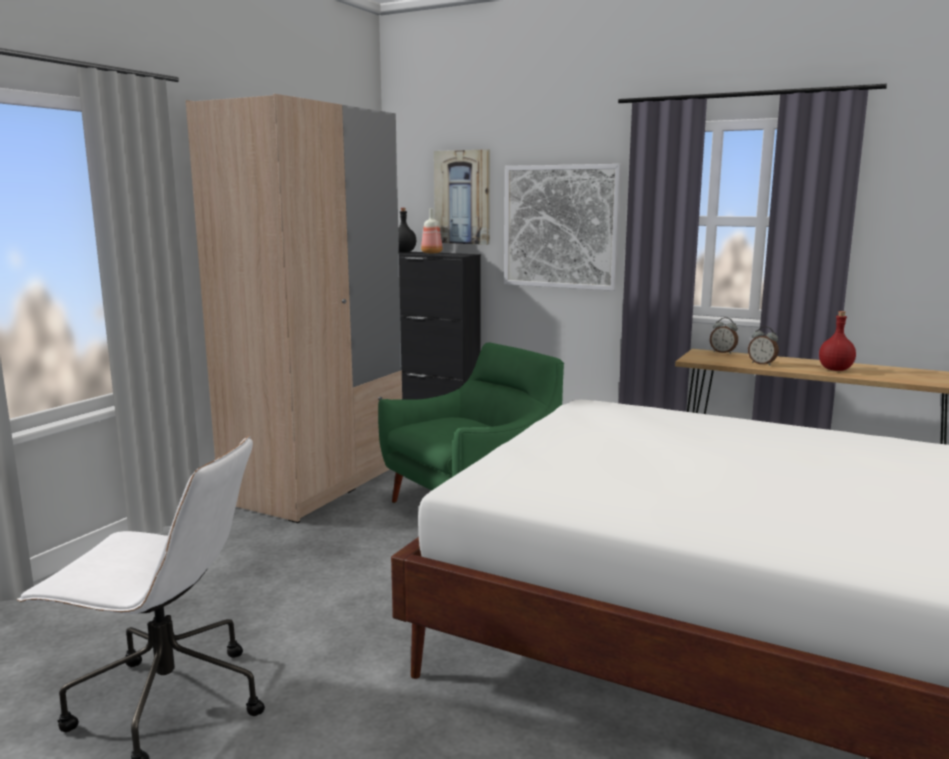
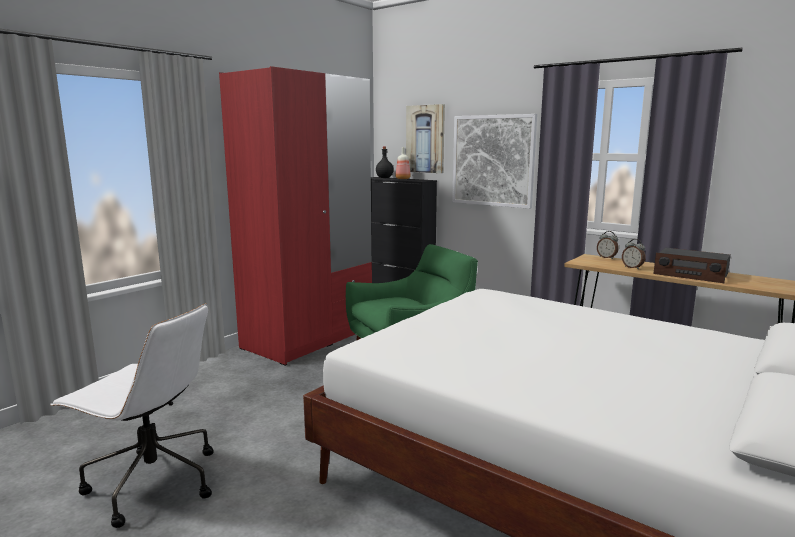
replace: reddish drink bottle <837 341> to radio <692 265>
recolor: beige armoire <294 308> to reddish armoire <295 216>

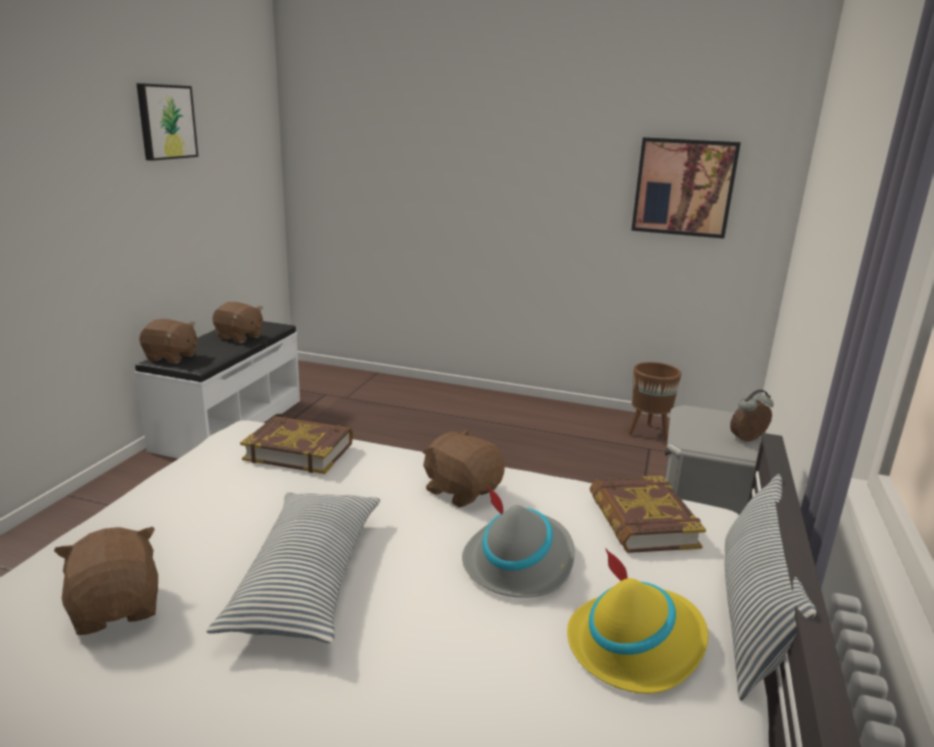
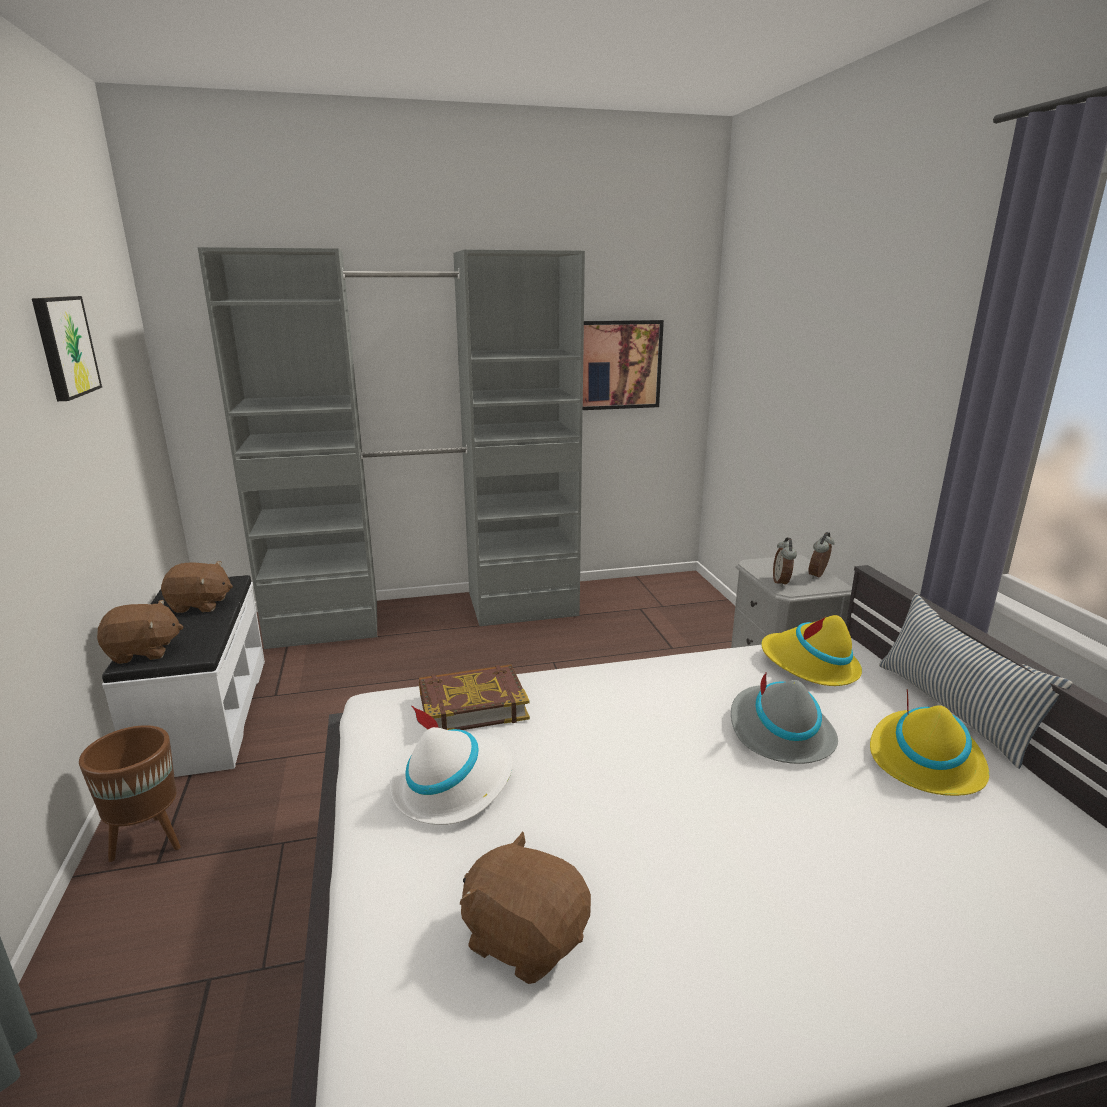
delete: cushion <293 568>; brownish plush toy <464 468>
insert: gray armoire <391 448>; white-coloured hat <451 765>; alarm clock <785 562>
move: brownish plant pot <655 401> to <130 793>
replace: book <648 514> to yellow hat <811 650>

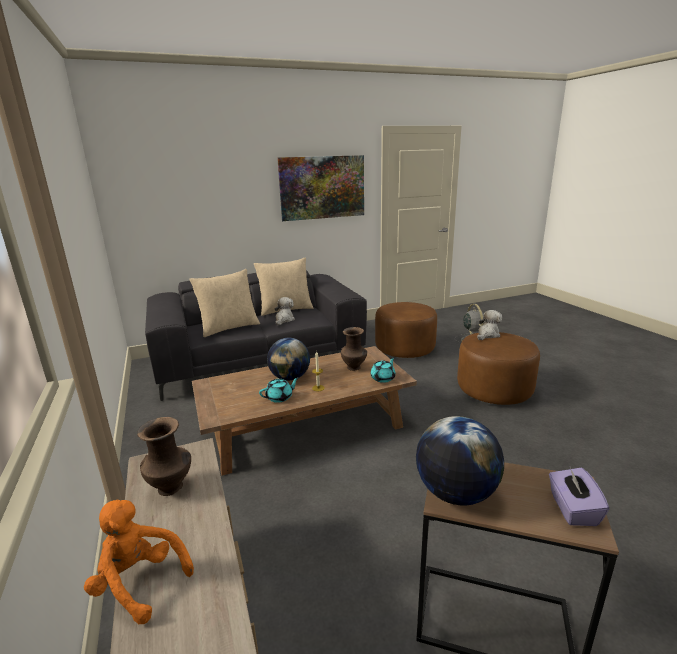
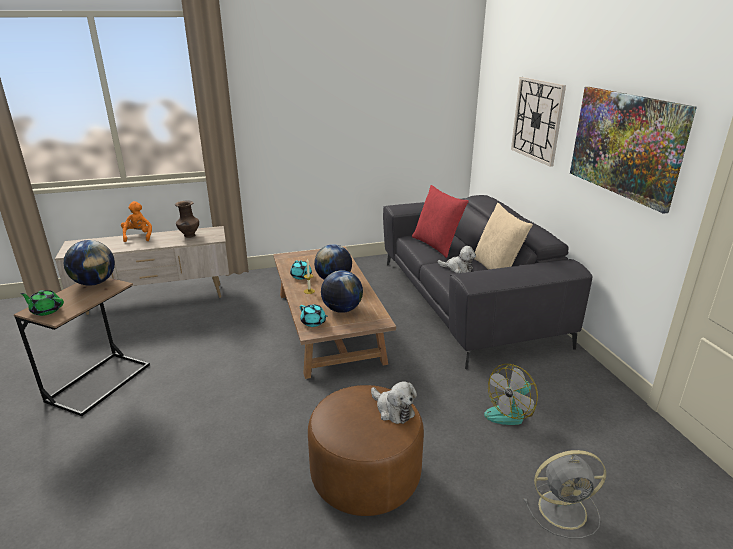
insert: clock on the wall <538 122>
replace: brownish flower vase <354 349> to globe <342 291>; brownish ottoman <406 330> to electric fan <511 394>; purple-coloured box of tissues <579 496> to green-coloured tea pot <42 303>
recolor: beige cushion <224 303> to reddish cushion <440 221>
rotate: orange-coloured plush toy <139 562> = <136 221> 45 degrees counterclockwise

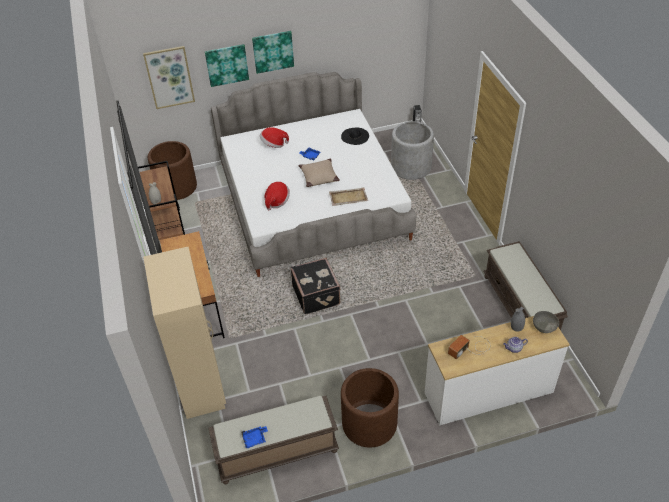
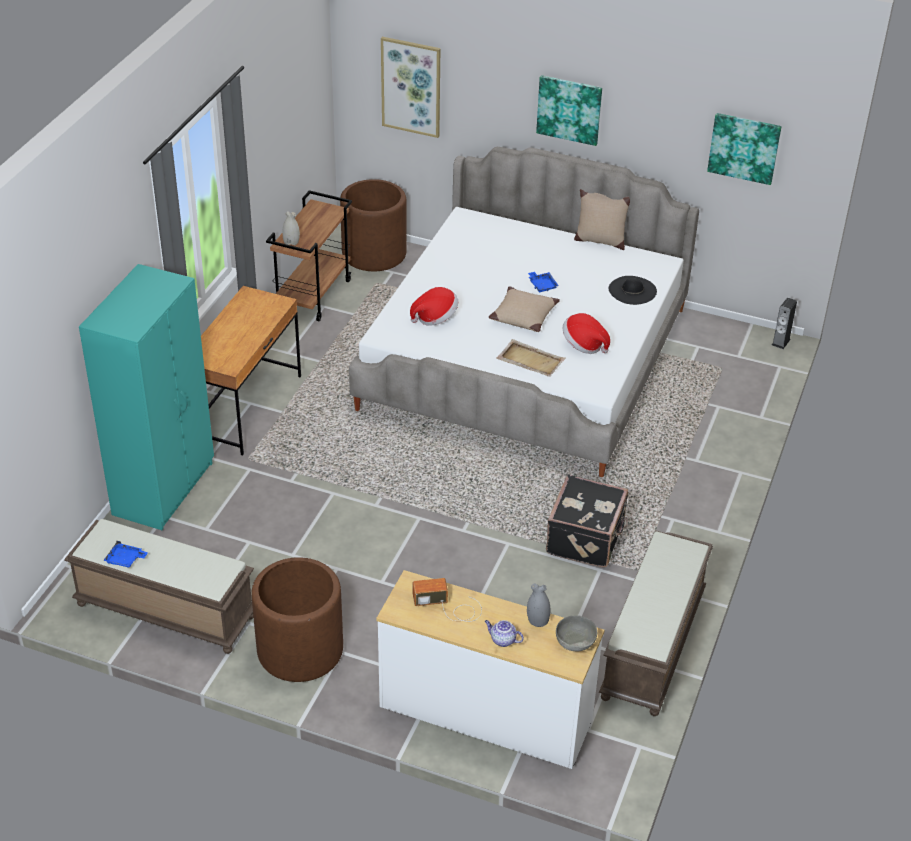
delete: gray plant pot <412 150>
insert: beige cushion <602 219>
move: wall art <227 65> to <744 149>; hat <274 137> to <586 333>; blackish travel case <315 286> to <587 520>
recolor: beige armoire <184 333> to blue-green armoire <146 397>

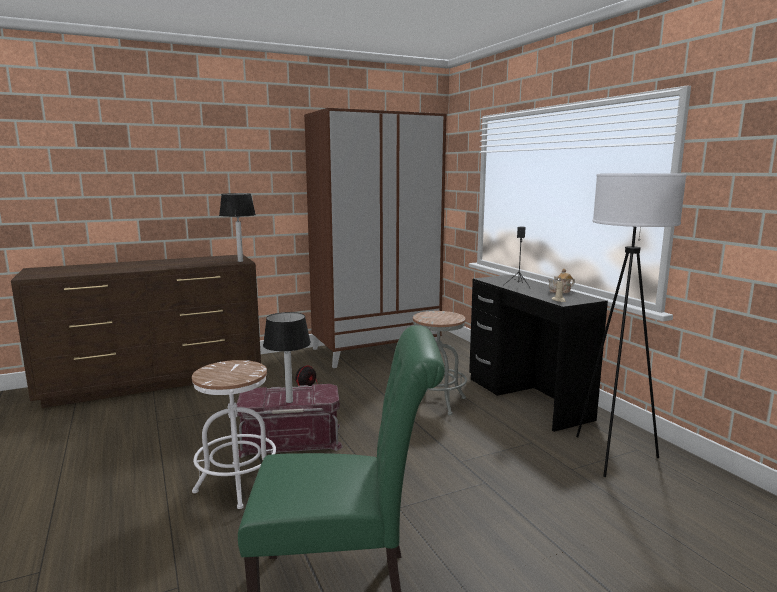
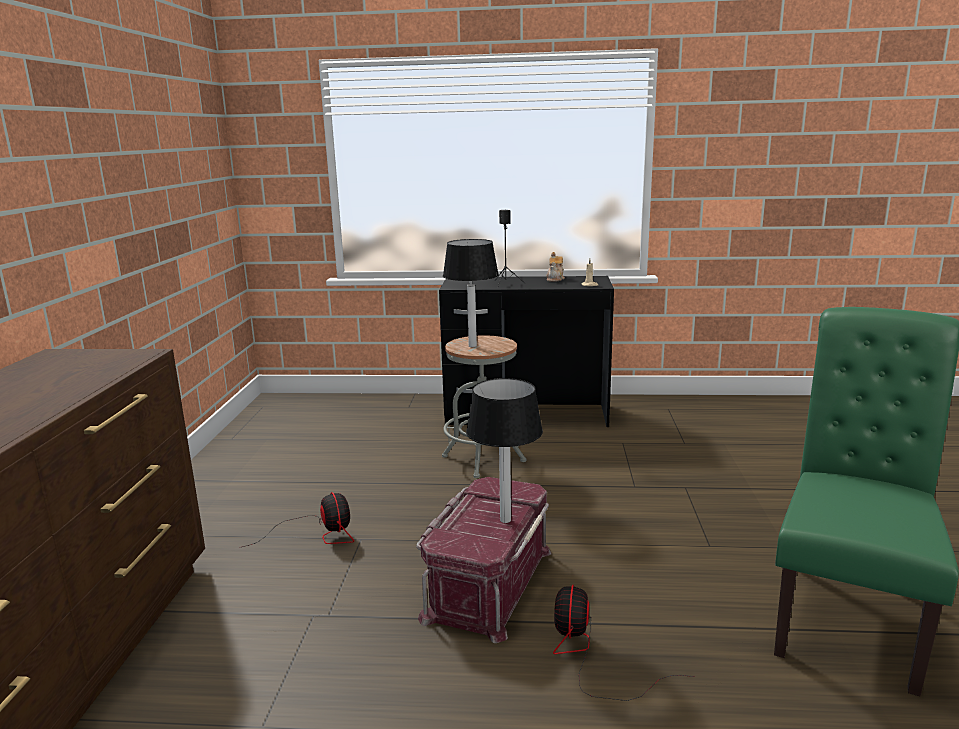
delete: brownish armoire <375 238>; white-coloured floor lamp <631 325>
move: table lamp <237 227> to <471 293>
replace: white-coloured stool <234 434> to electric fan <624 643>

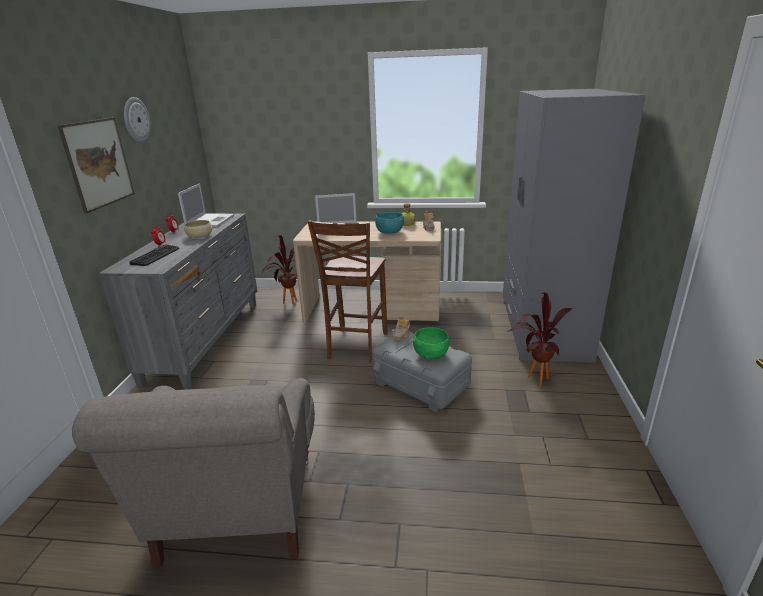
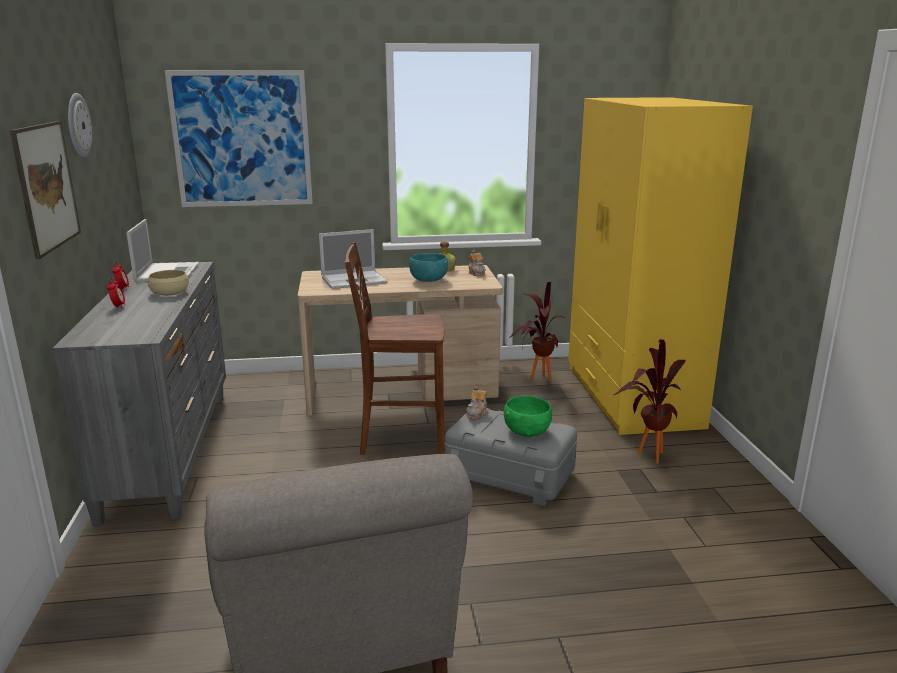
delete: keyboard <154 255>
insert: wall art <239 138>
move: plant in a pot <279 271> to <537 332>
recolor: gray armoire <574 226> to yellow armoire <660 266>
rotate: brownish upright chair <348 291> = <394 348> 90 degrees clockwise

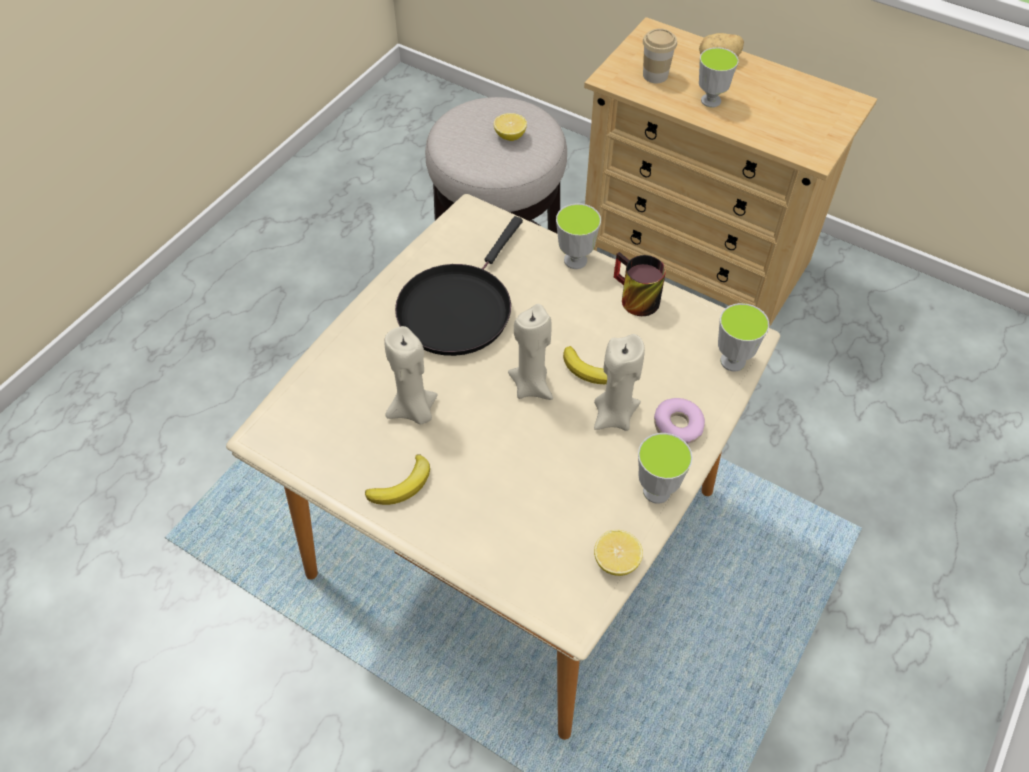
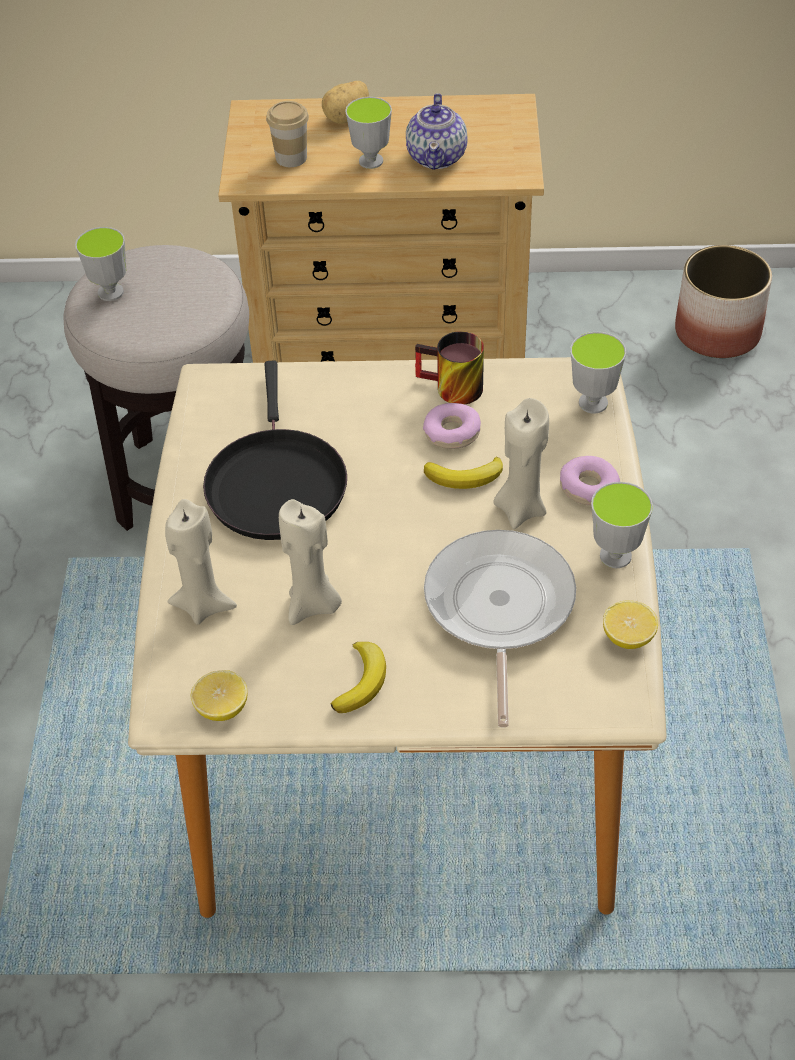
insert: tea pot <437 131>; donut <452 426>; pan <500 628>; plant pot <723 301>
move: whole lemon <510 127> to <219 695>; beige wax light <530 352> to <201 562>; drinking cup <578 236> to <100 264>

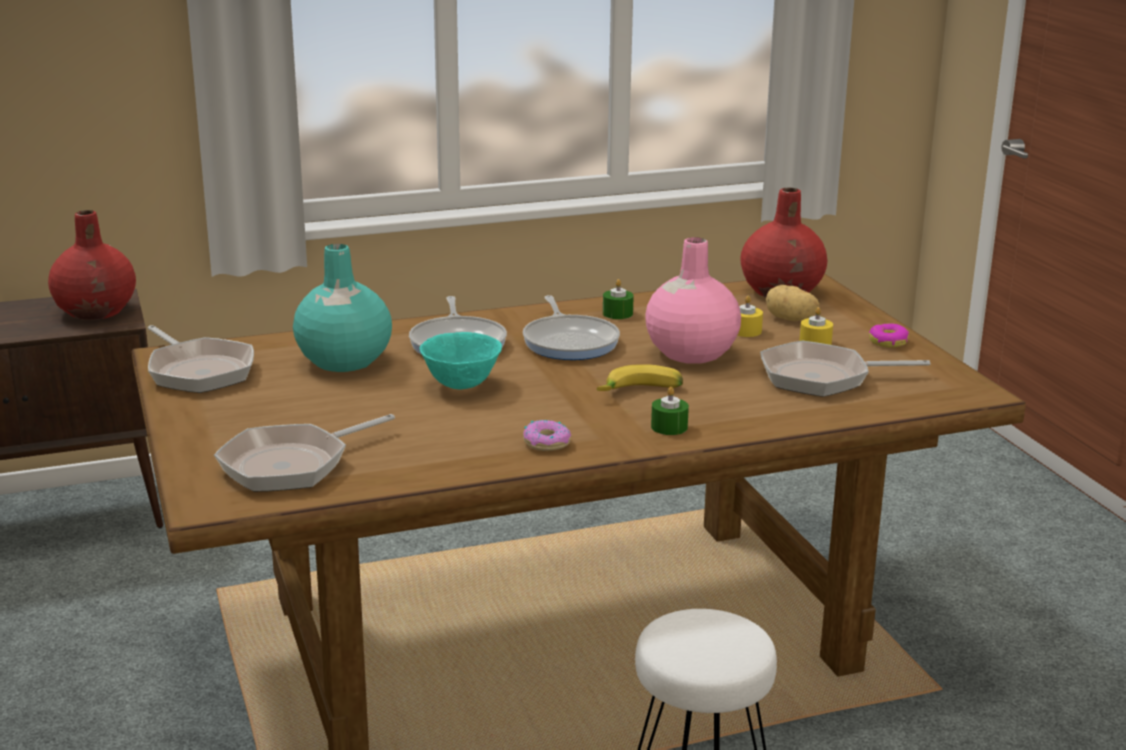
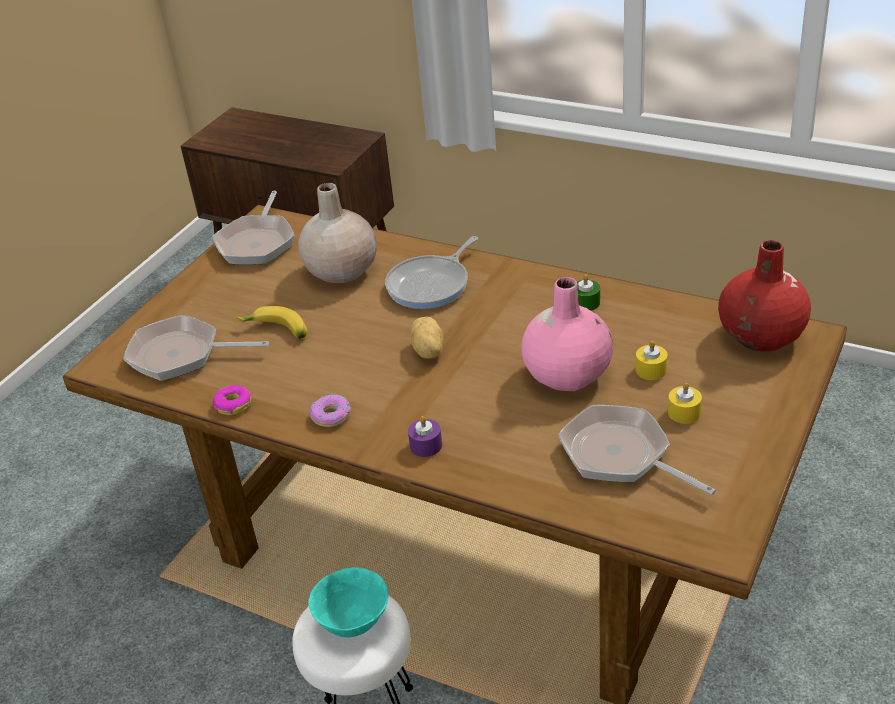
delete: reddish flower vase <92 265>; pan <571 327>
move: blue-green serving bowl <460 360> to <348 602>; whole banana <640 377> to <271 322>; whole potato <792 303> to <426 338>; donut <889 335> to <232 400>
recolor: blue-green flower vase <342 308> to beige flower vase <337 233>; green-coloured wax light <670 411> to purple-coloured wax light <425 436>

